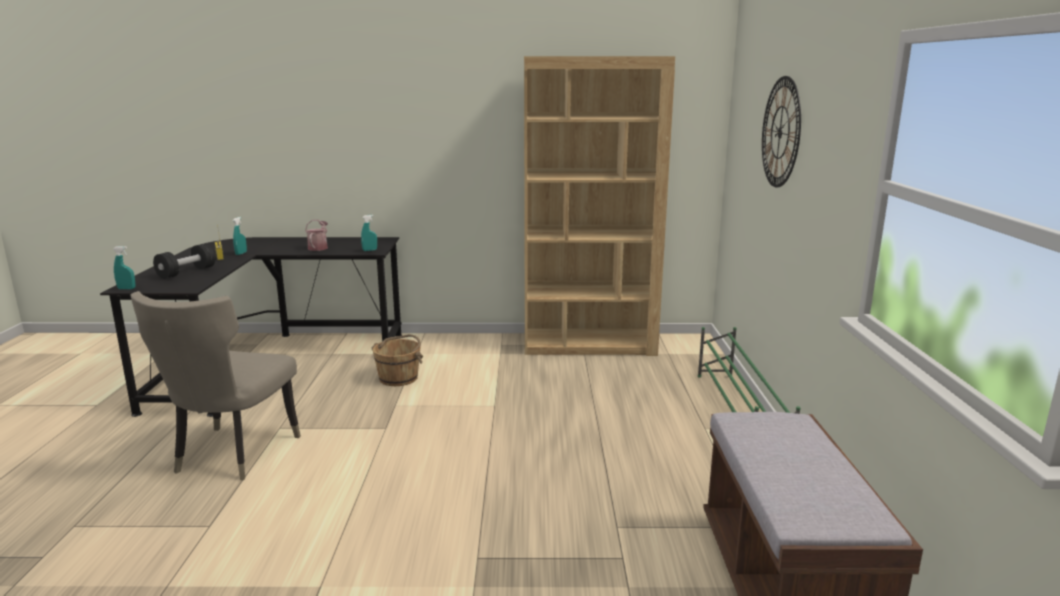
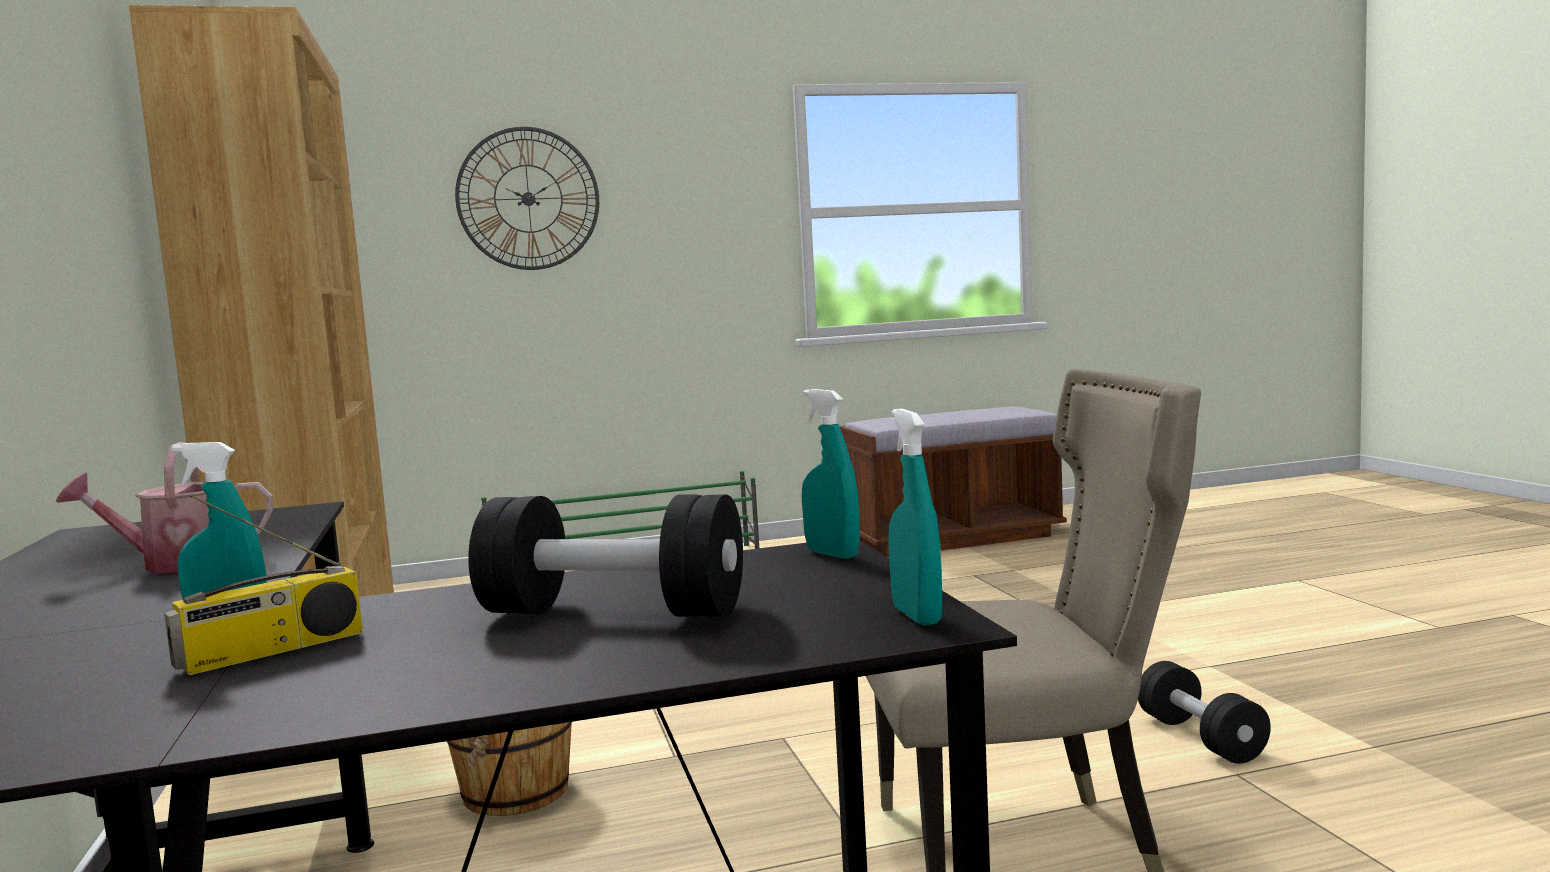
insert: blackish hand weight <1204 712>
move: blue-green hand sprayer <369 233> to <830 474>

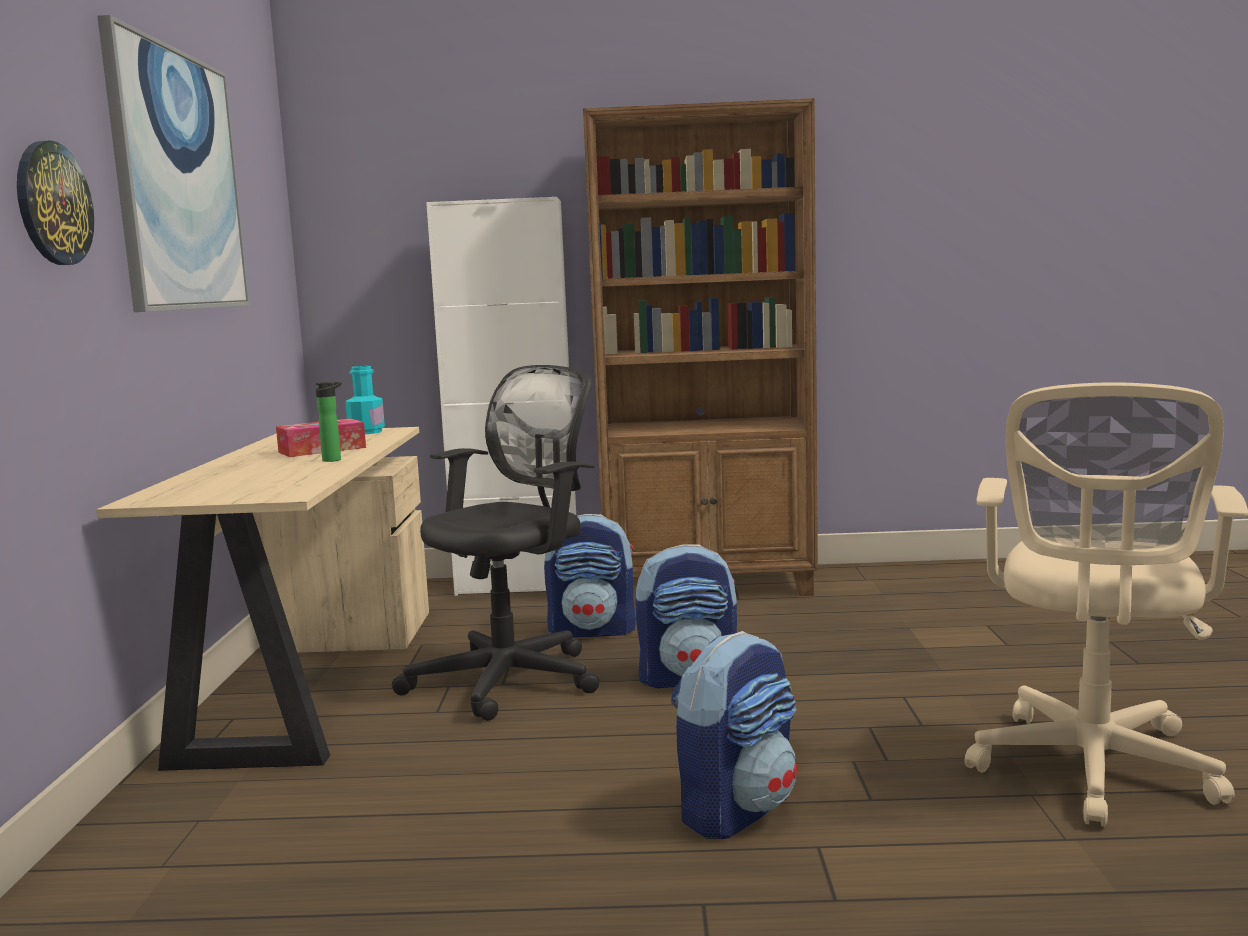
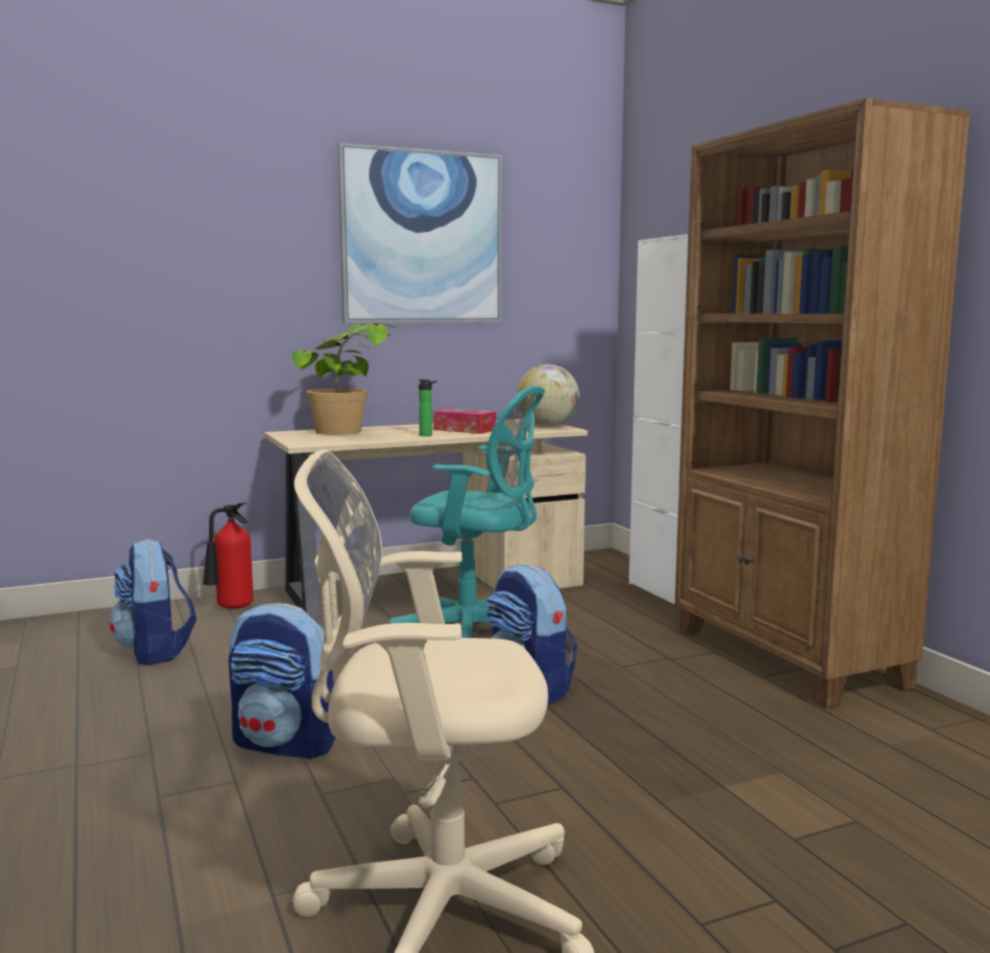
delete: clock on the wall <55 203>
insert: fire extinguisher <228 555>; plant in a pot <348 379>
move: rucksack <590 575> to <152 602>
replace: blue-green drink bottle <365 400> to globe <547 395>
recolor: blackish desk chair <496 543> to blue-green desk chair <466 512>

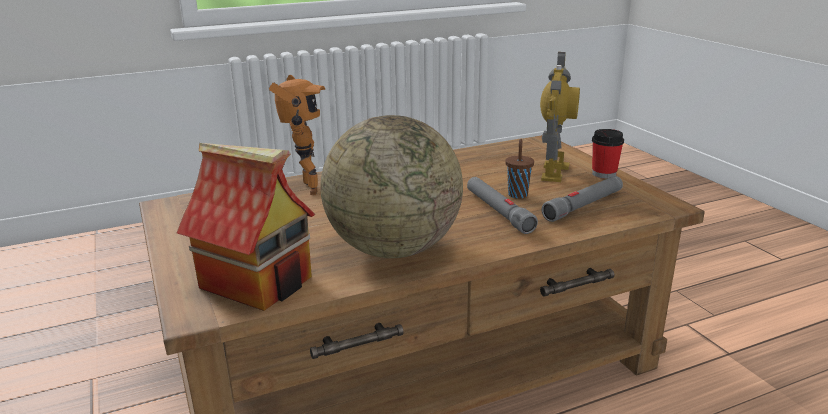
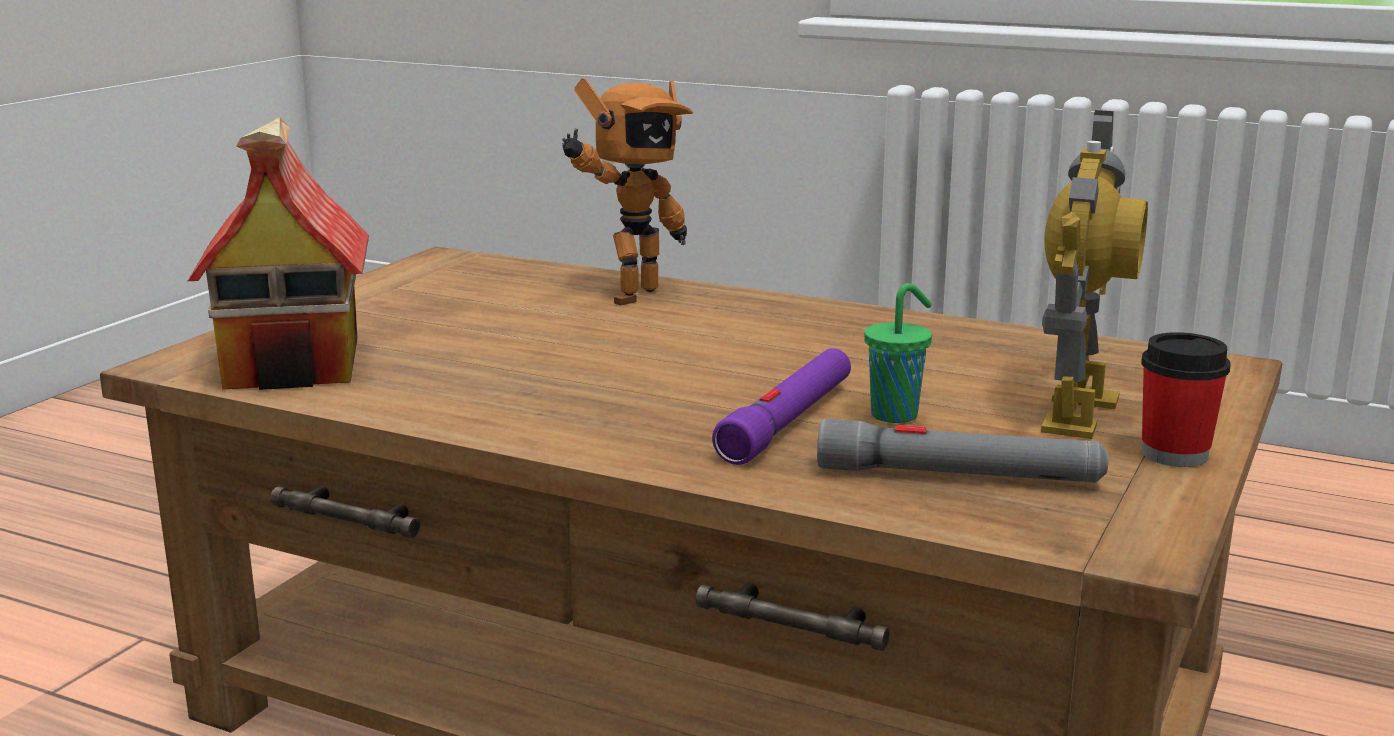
delete: globe <391 186>
recolor: gray flashlight <502 205> to purple-coloured flashlight <781 406>; brownish drinking cup <519 169> to green-coloured drinking cup <898 353>
rotate: robot figure <560 117> = <1094 274> 45 degrees counterclockwise

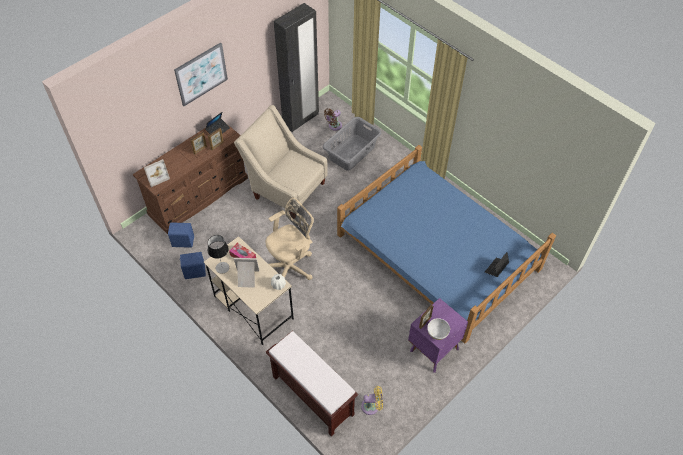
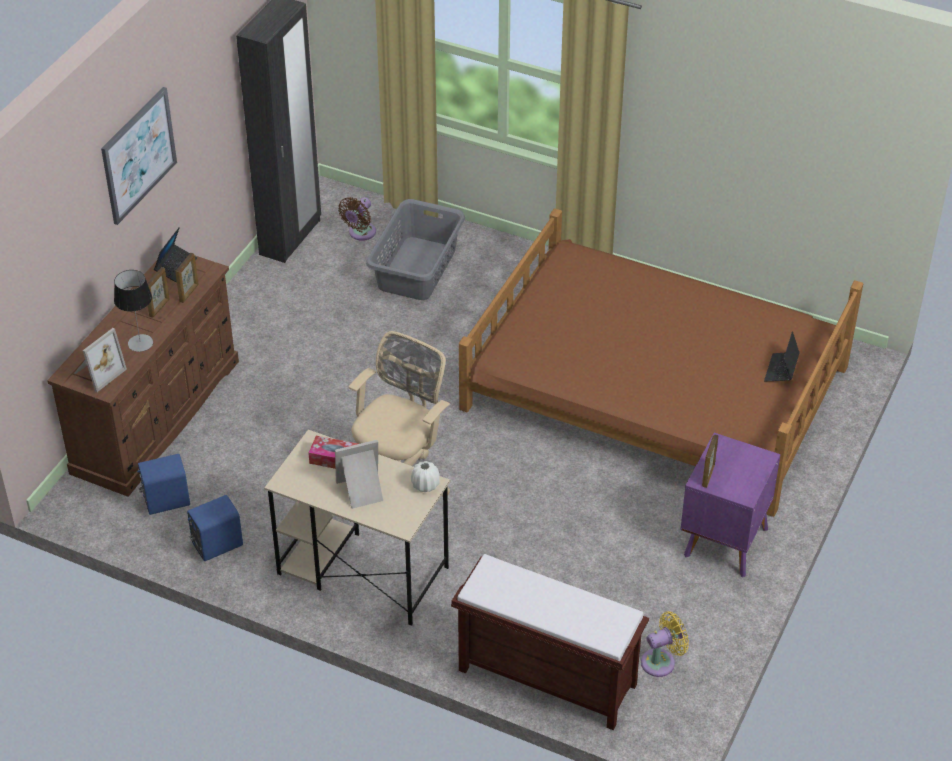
delete: beige armchair <281 159>; white-coloured serving bowl <438 329>
move: table lamp <218 254> to <133 311>
recolor: blue sleeping bed <446 244> to brownish sleeping bed <661 362>

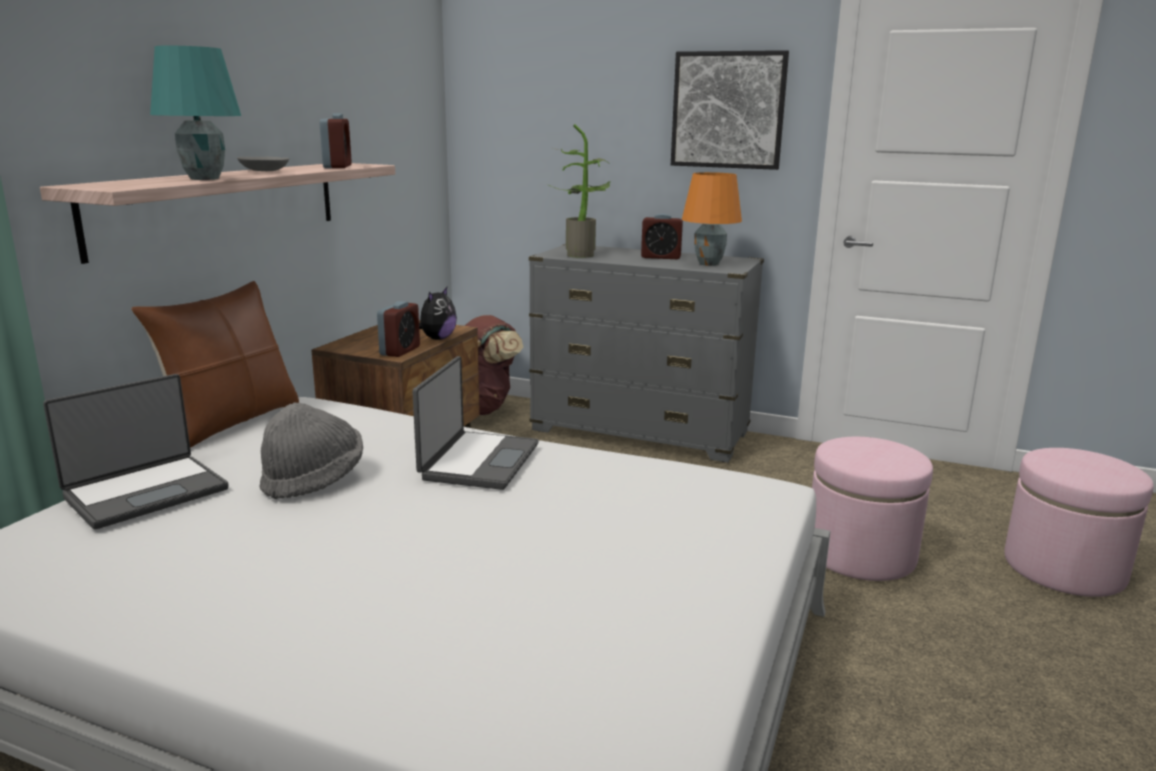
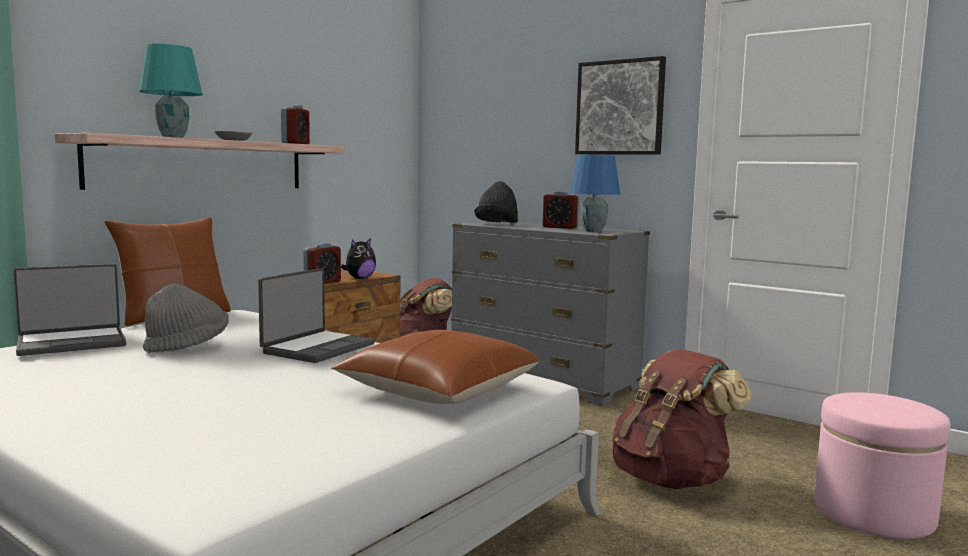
insert: brownish cushion <435 367>
replace: plant in a pot <579 191> to blackish hat <496 202>; pink ottoman <872 509> to brownish rucksack <681 419>
recolor: orange-coloured table lamp <712 219> to blue table lamp <595 193>

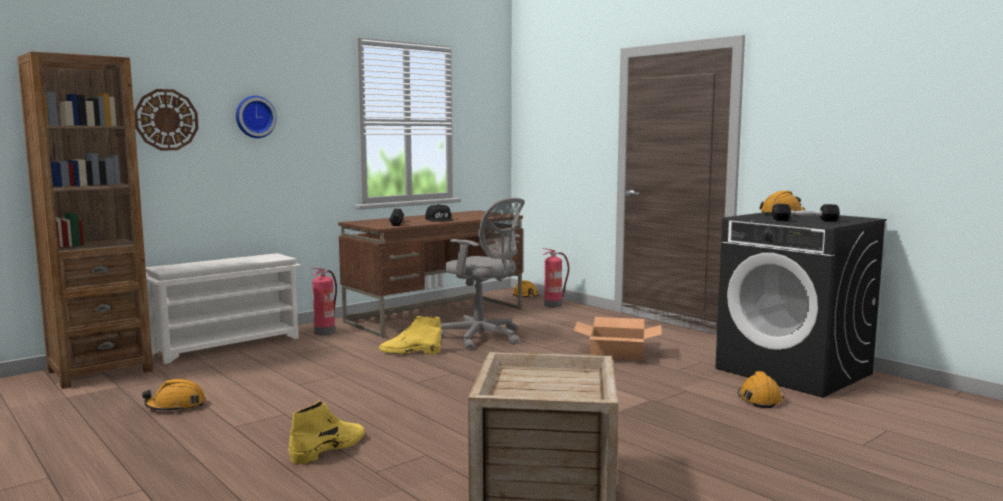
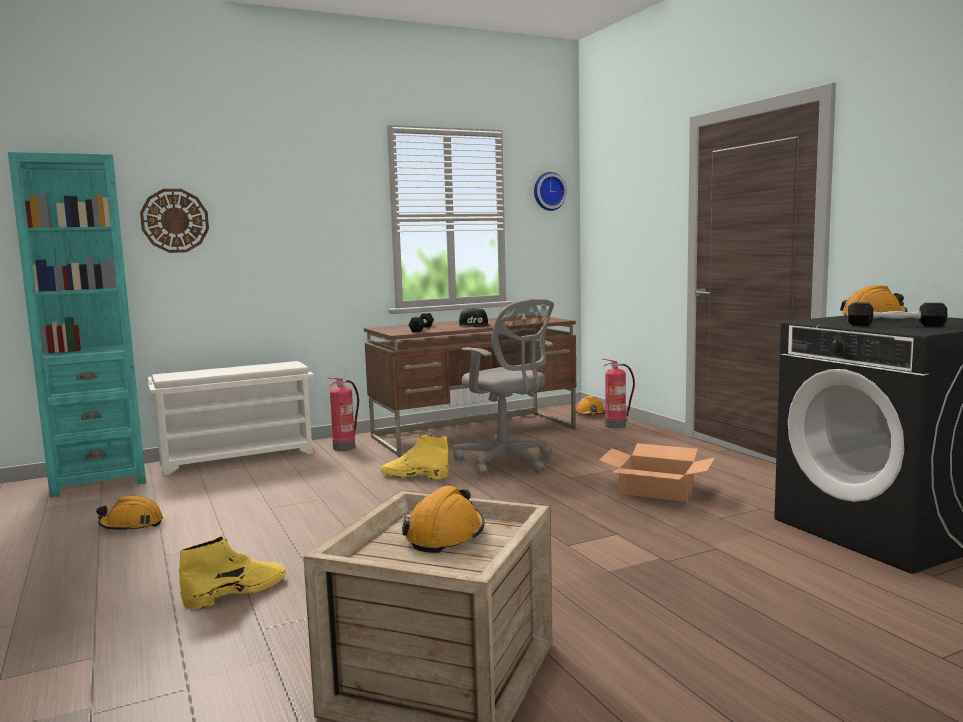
move: clock on the wall <256 117> to <550 191>; orange-coloured hard hat <760 389> to <443 519>
recolor: brownish bookcase <85 220> to blue-green bookcase <77 325>

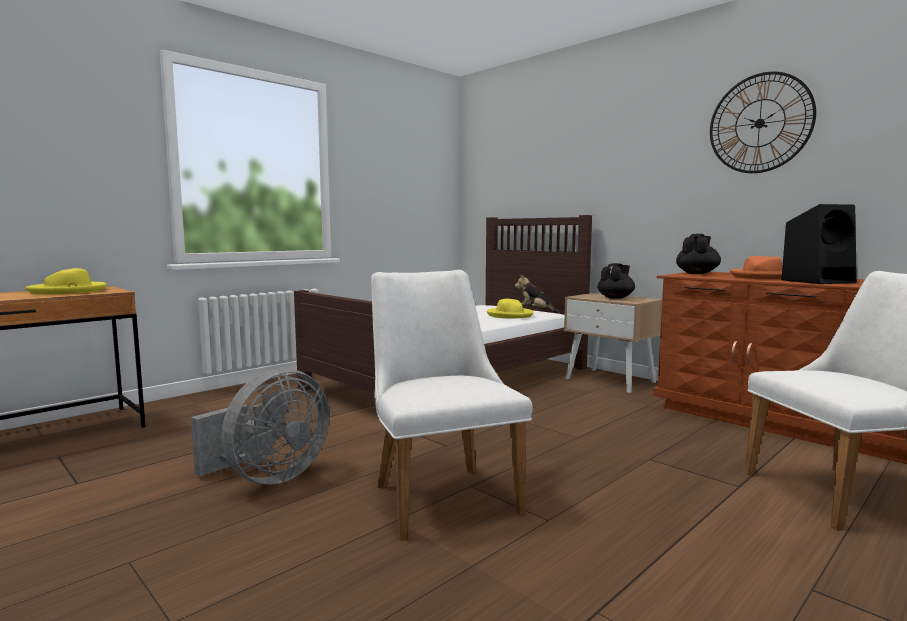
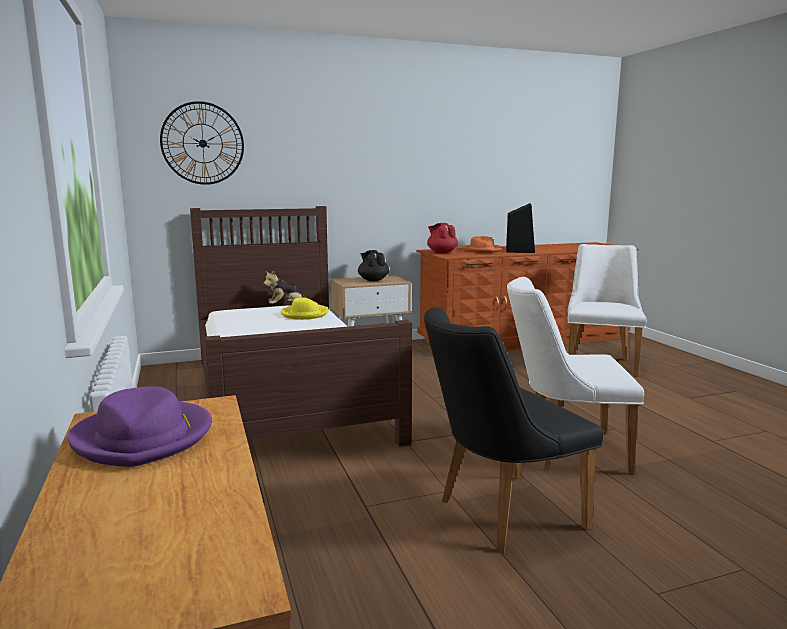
move: clock on the wall <763 122> to <202 143>
replace: gray electric fan <260 426> to blackish upright chair <513 430>
recolor: yellow hat <66 281> to purple-coloured hat <140 426>; blackish tea pot <698 254> to reddish tea pot <442 238>

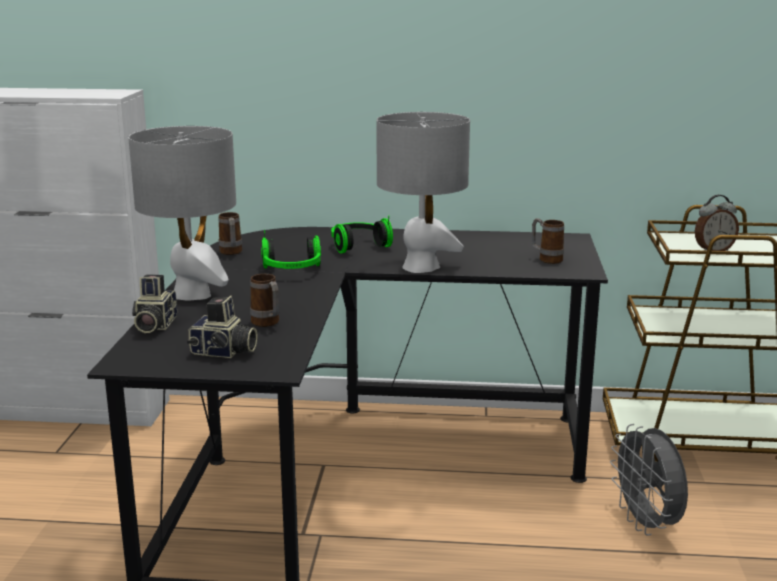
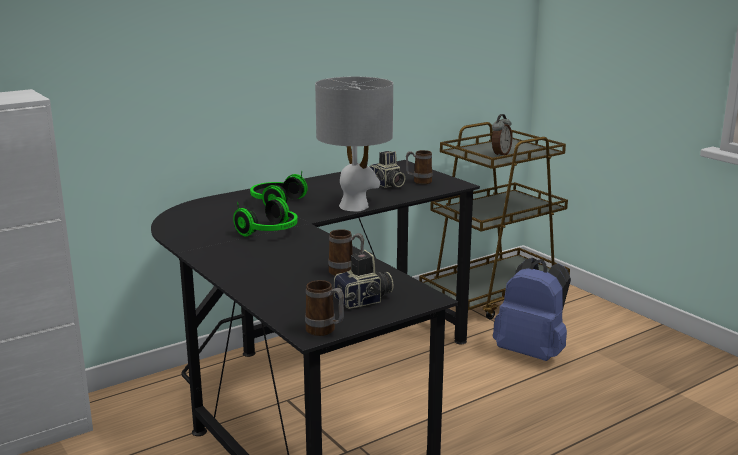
delete: gray table lamp <182 213>
move: still camera <154 303> to <387 169>; coffee mug <230 233> to <324 308>
replace: gray electric fan <649 480> to blue rucksack <532 309>

